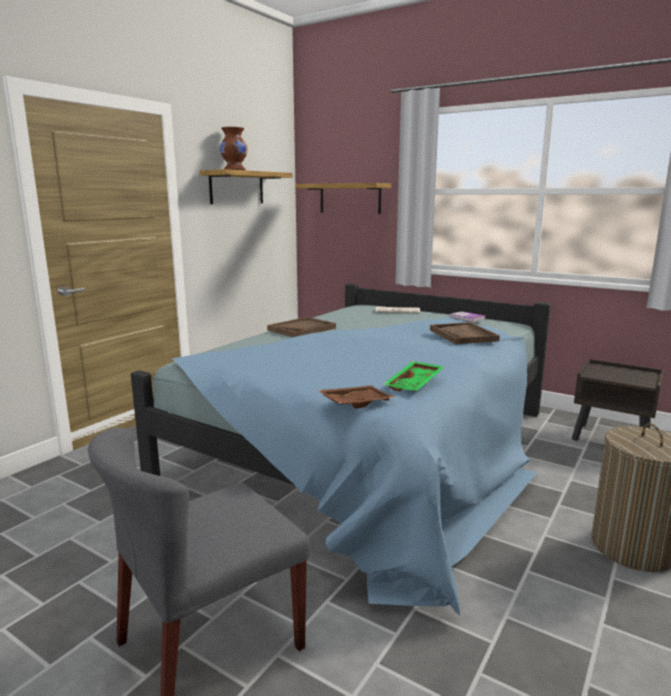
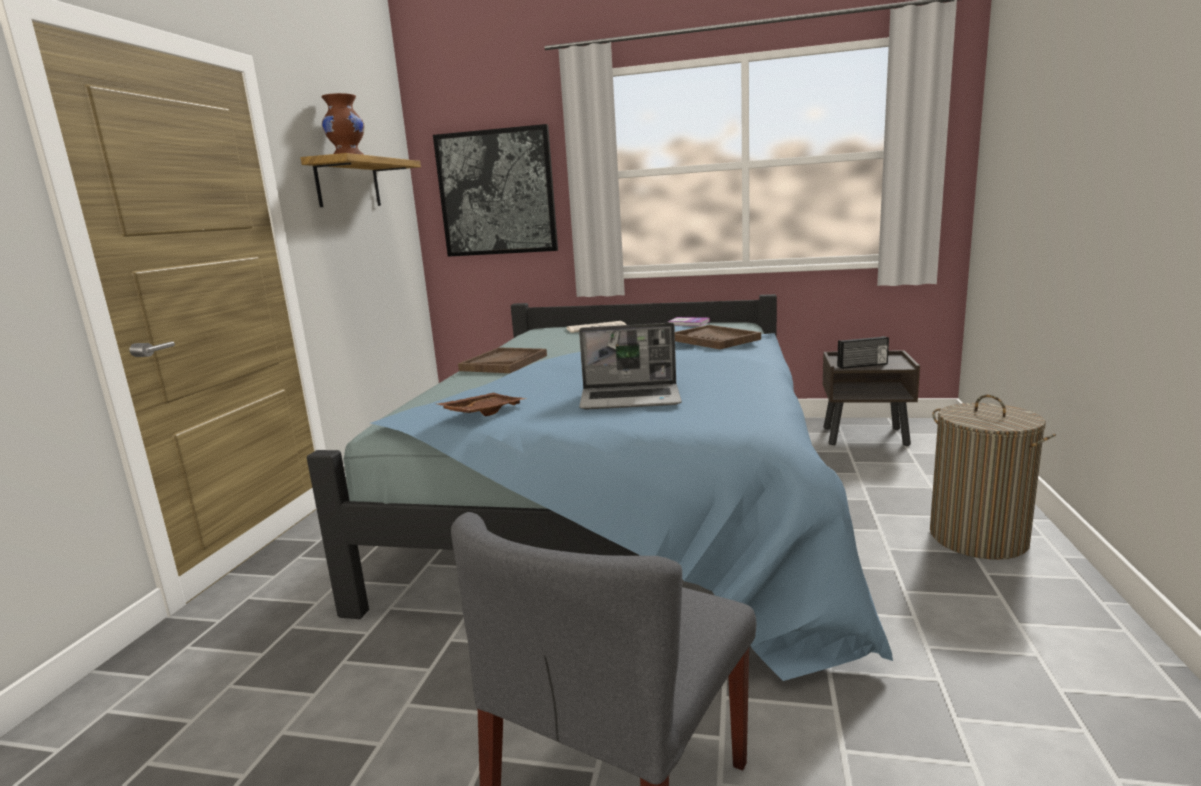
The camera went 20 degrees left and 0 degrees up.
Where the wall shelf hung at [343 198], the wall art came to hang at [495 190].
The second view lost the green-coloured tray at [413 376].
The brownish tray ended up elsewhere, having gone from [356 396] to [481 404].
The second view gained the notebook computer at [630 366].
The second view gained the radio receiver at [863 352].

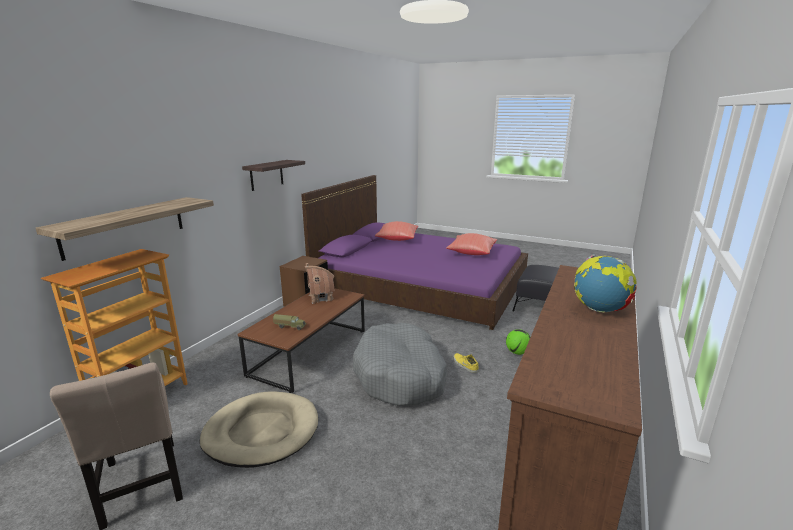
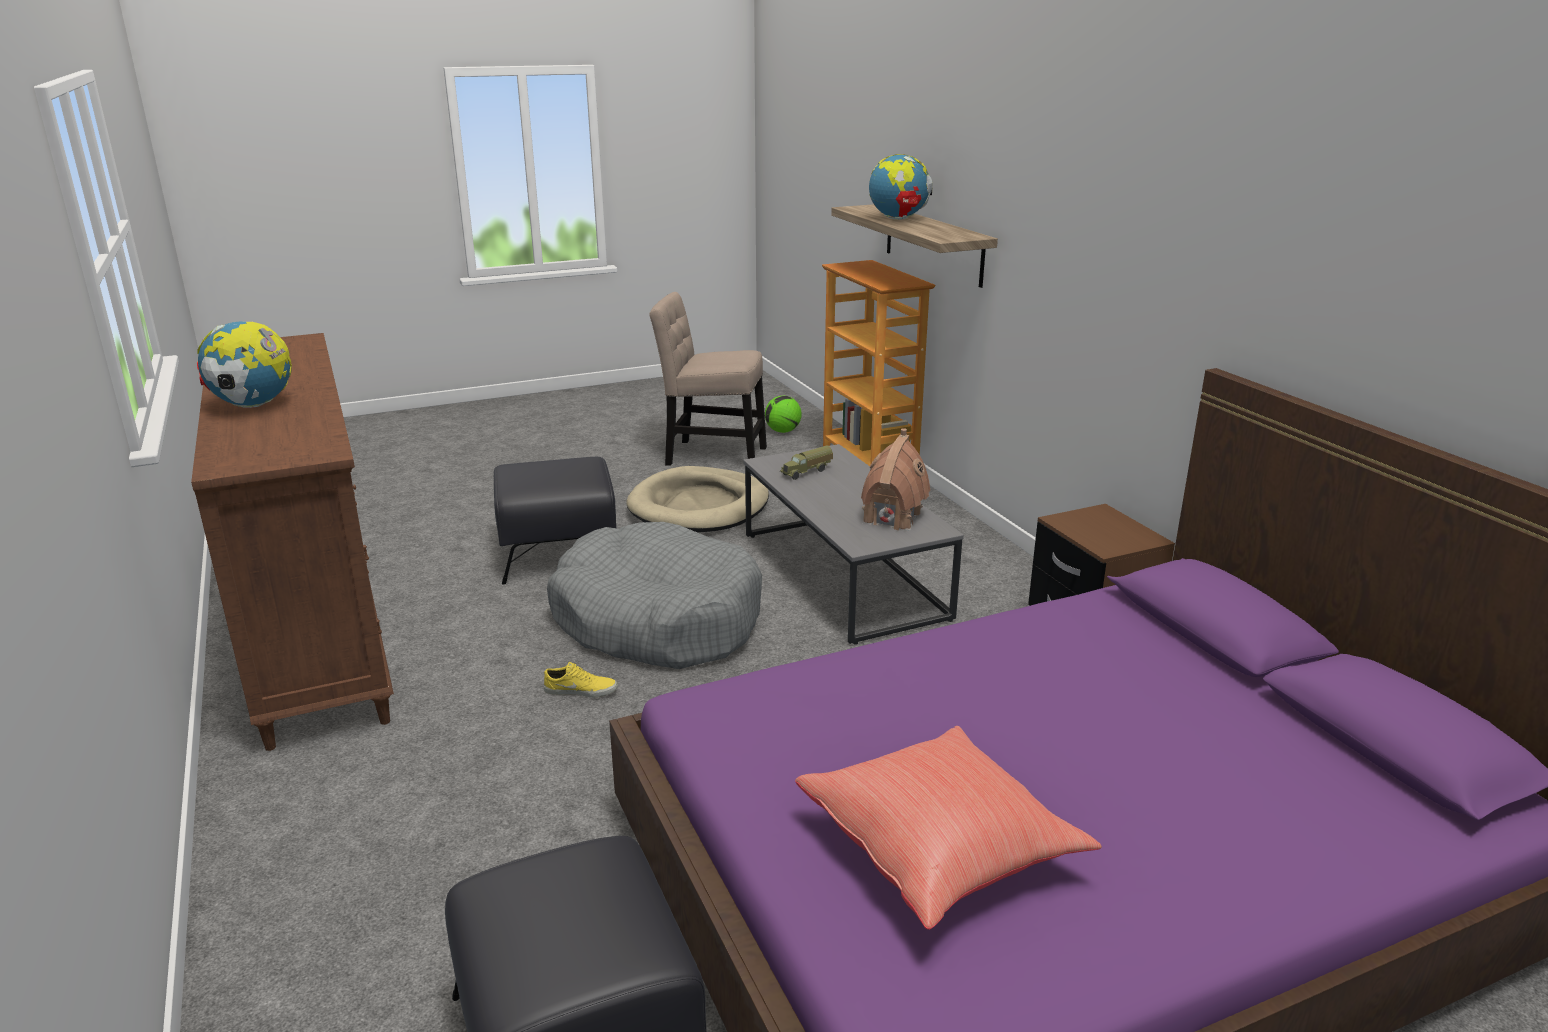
The camera went 130 degrees right and 5 degrees up.
The second view lost the wall shelf at [273 175].
The second view lost the reddish pillow at [396 231].
What was the brownish coffee table at [301 340] turned into the grey coffee table at [853 544].
The football ball ended up elsewhere, having gone from [518 342] to [783 414].
The second view gained the world globe at [901 187].
The second view gained the black ottoman at [555 521].

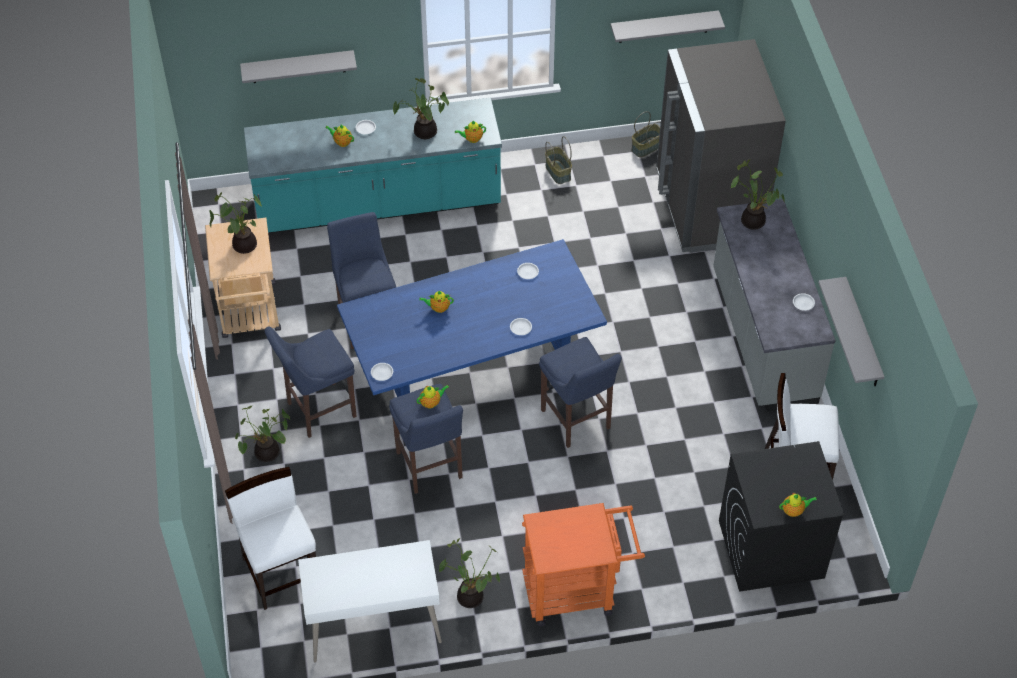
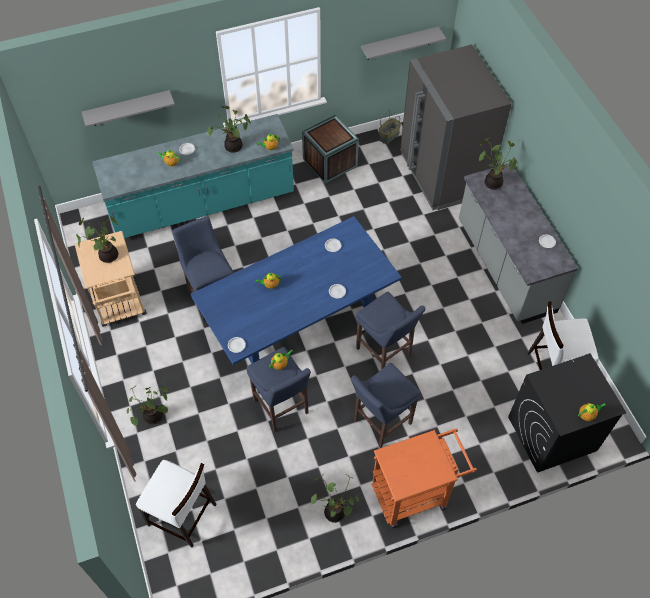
The camera went 10 degrees left and 5 degrees up.
Where the storage basket stood at [558 160], the crate came to stand at [330 149].
The second view lost the grey wall shelf at [851 331].
The bluish stool seat ended up elsewhere, having gone from [311 382] to [386 405].
The whitish chair at [270 538] ended up facing another way, 150 degrees clockwise from before.
The second view lost the whitish desk unit at [370 601].

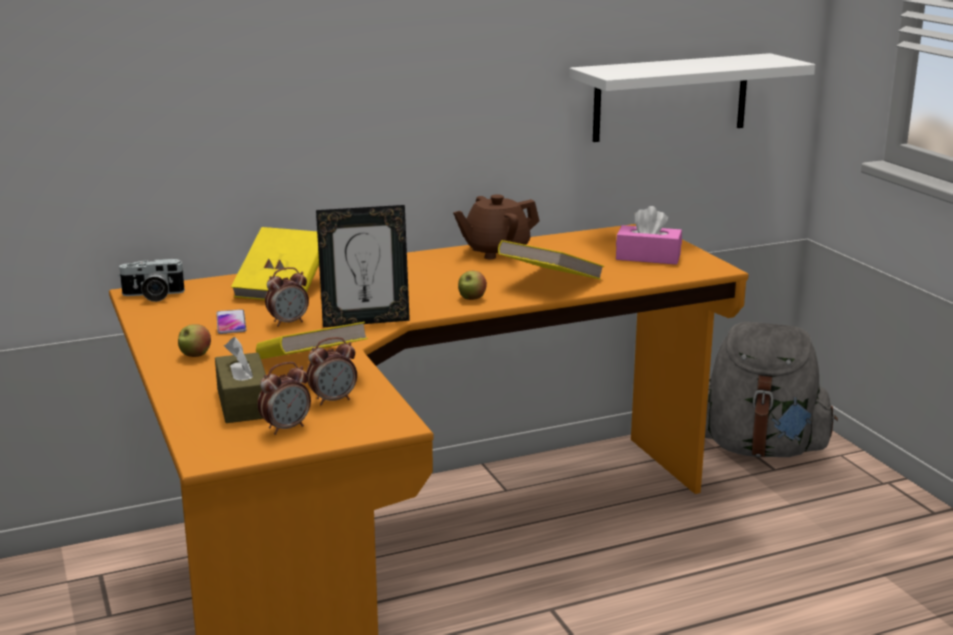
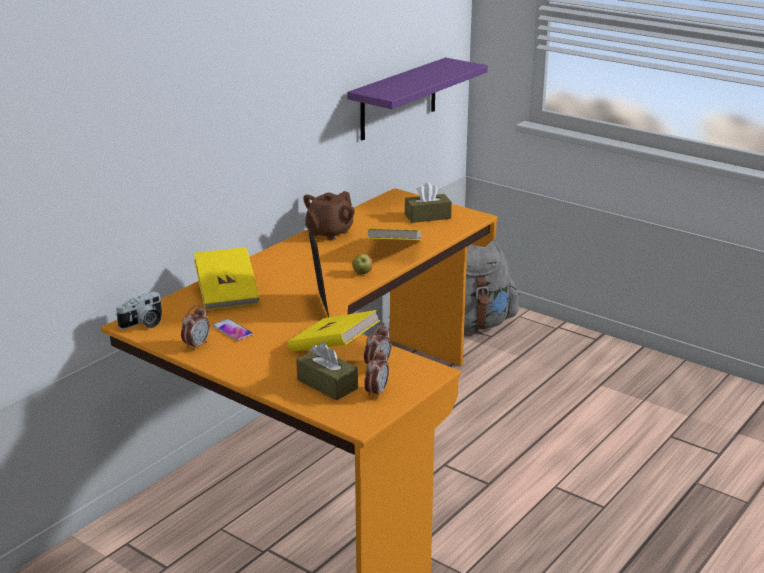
The camera went 30 degrees left and 5 degrees up.
What was the whitish wall shelf at [692 97] turned into the purple-coloured wall shelf at [417 99].
The picture frame at [363 266] ended up facing another way, 60 degrees counterclockwise from before.
What was the pink-coloured box of tissues at [649 235] turned into the brownish box of tissues at [428 202].
The bedside clock ended up elsewhere, having gone from [287 297] to [195 328].
The second view lost the whole apple at [194 340].

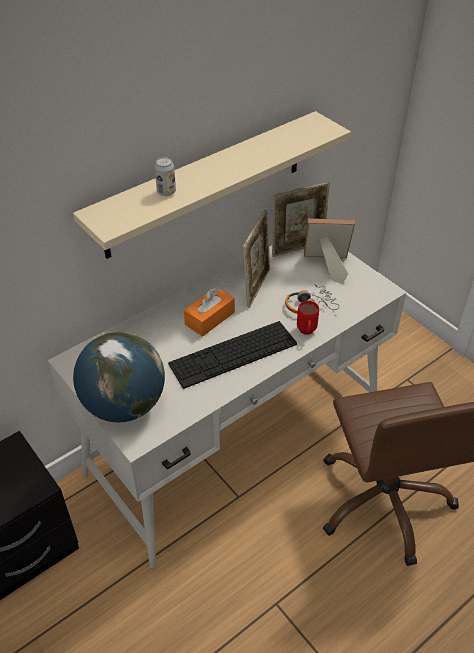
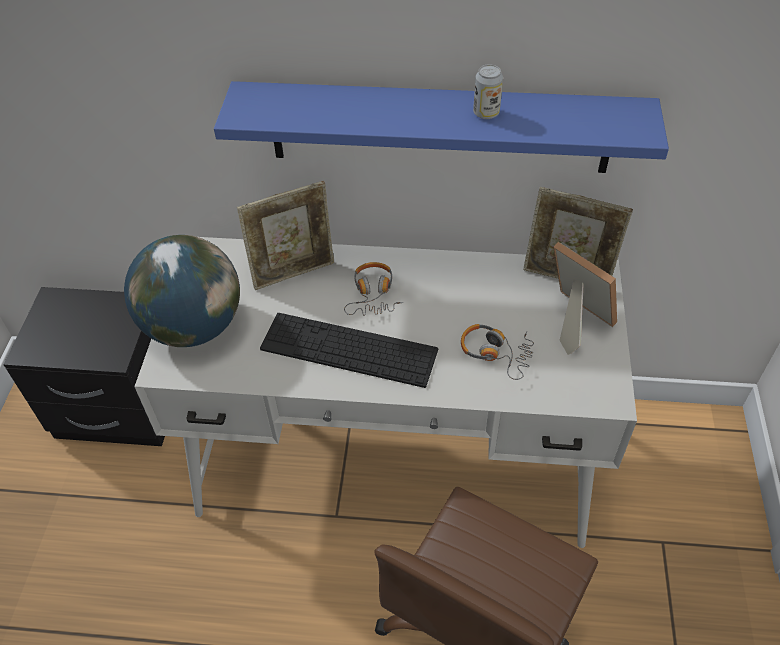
The camera went 45 degrees right and 5 degrees up.
What was the sand-coloured wall shelf at [212 185] turned into the bluish wall shelf at [441 127].
The sealed can ended up elsewhere, having gone from [165 176] to [488 91].
The picture frame ended up elsewhere, having gone from [256 259] to [285 235].
Where the orange box of tissues stood at [209 312], the pair of headphones came to stand at [374 289].
The second view lost the reddish tea mug at [308 318].

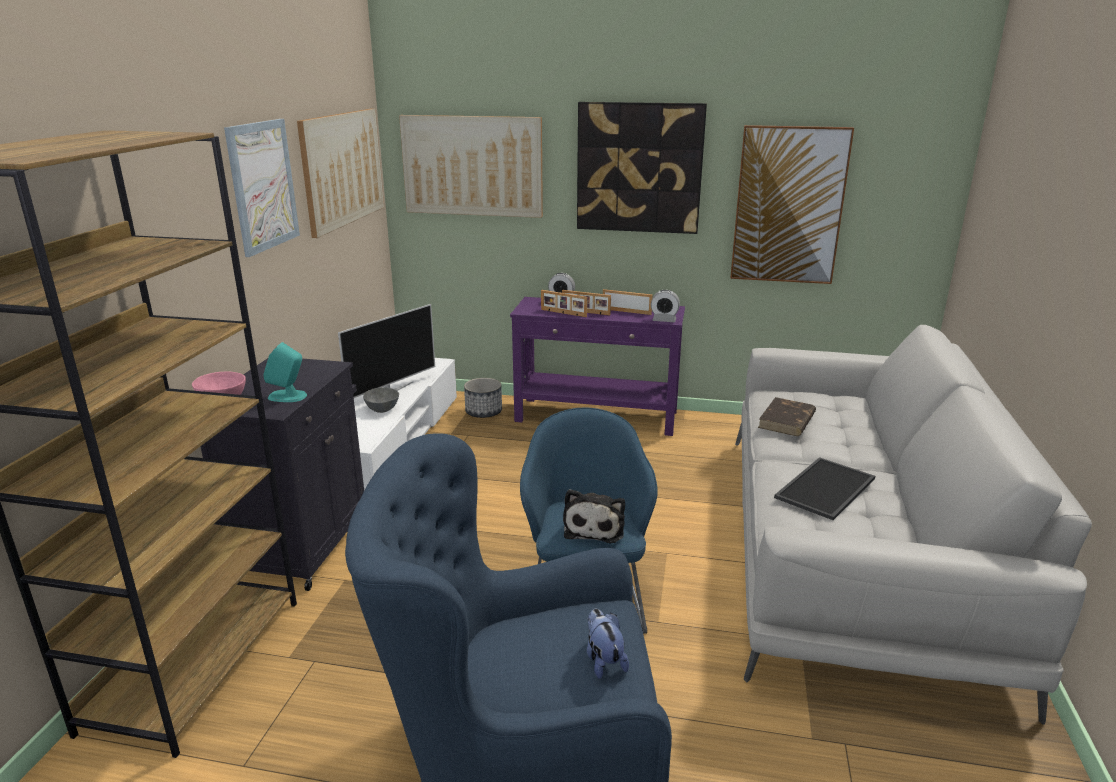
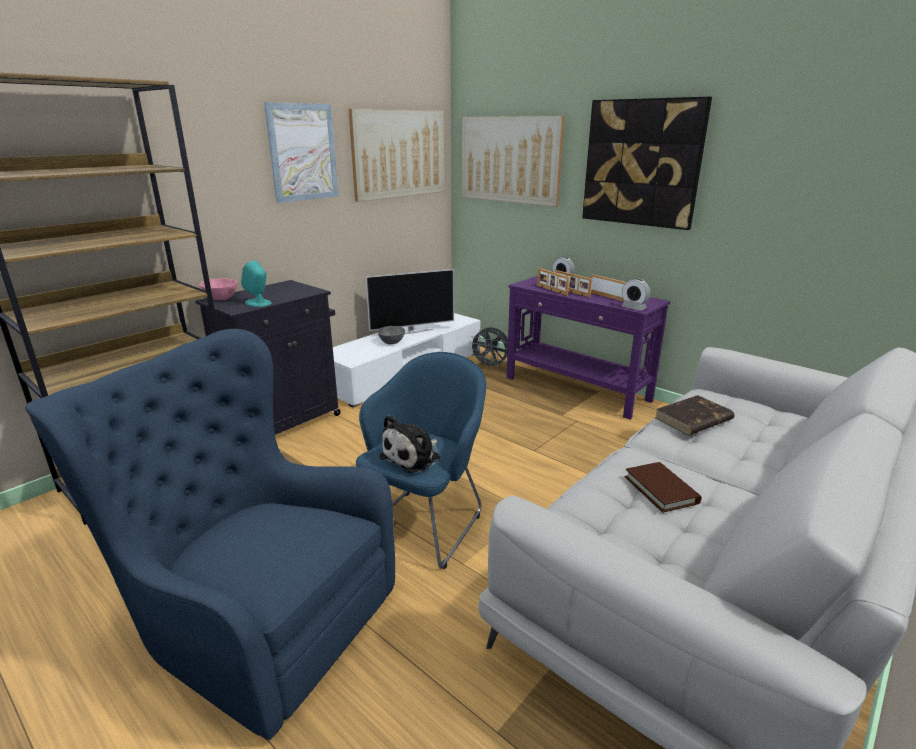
The camera went 30 degrees right and 0 degrees up.
The second view lost the wall art at [792 204].
Where the plant pot stood at [483 398], the grey fan came to stand at [488 348].
Where the tray stood at [824 488], the brownish volume came to stand at [663 487].
The second view lost the cuddly toy at [608 644].

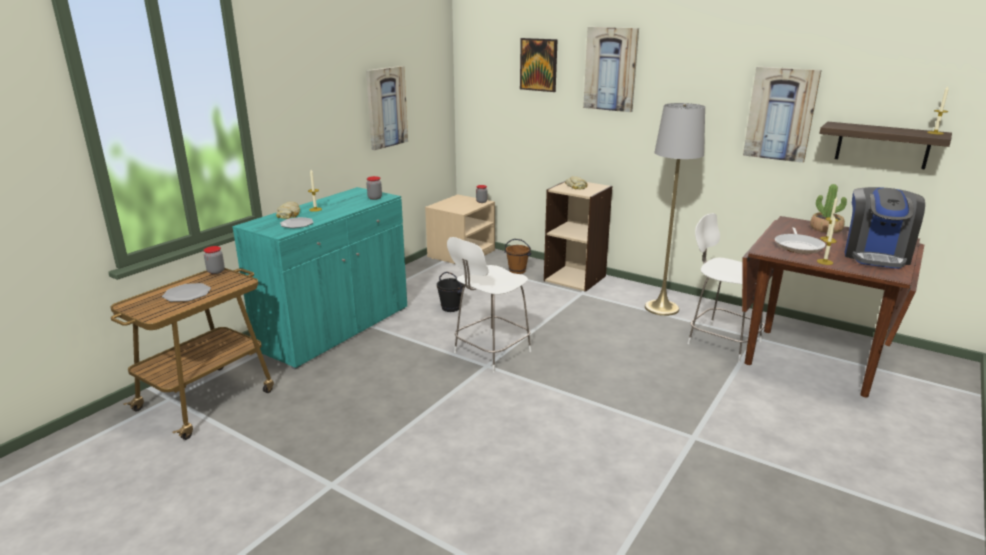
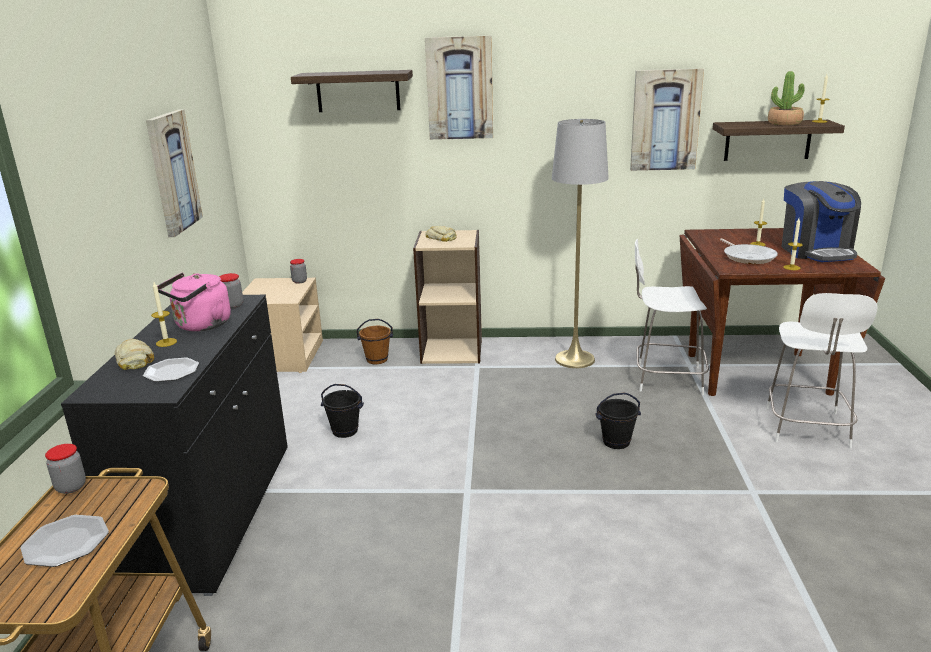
The camera went 30 degrees left and 0 degrees up.
Where the wall art hung at [539 65], the wall shelf came to hang at [352 91].
The potted plant ended up elsewhere, having gone from [828 208] to [786 98].
What was the turquoise storage cabinet at [319 278] turned into the black storage cabinet at [174 445].
The whitish chair ended up elsewhere, having gone from [489 304] to [822 370].
The second view gained the pink-coloured tea kettle at [194 301].
The second view gained the black bucket at [618 420].

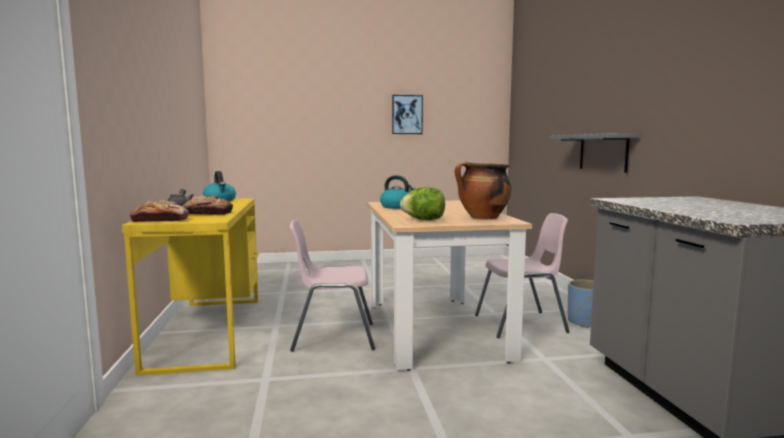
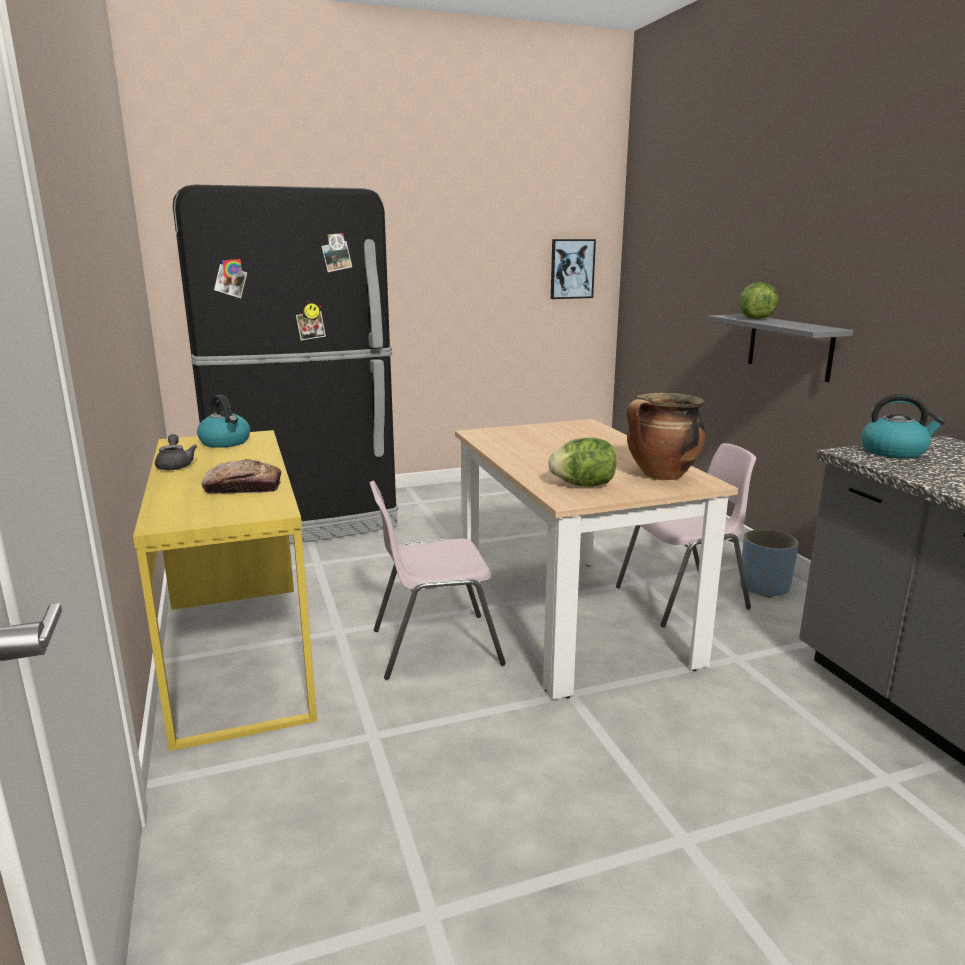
The camera went 10 degrees left and 10 degrees up.
The wall art ended up elsewhere, having gone from [407 114] to [573 269].
The tea kettle ended up elsewhere, having gone from [398 192] to [903 426].
The second view lost the baked bread at [159 211].
The second view gained the black kitchen fridge at [285 364].
The second view gained the lettuce head at [759 300].

